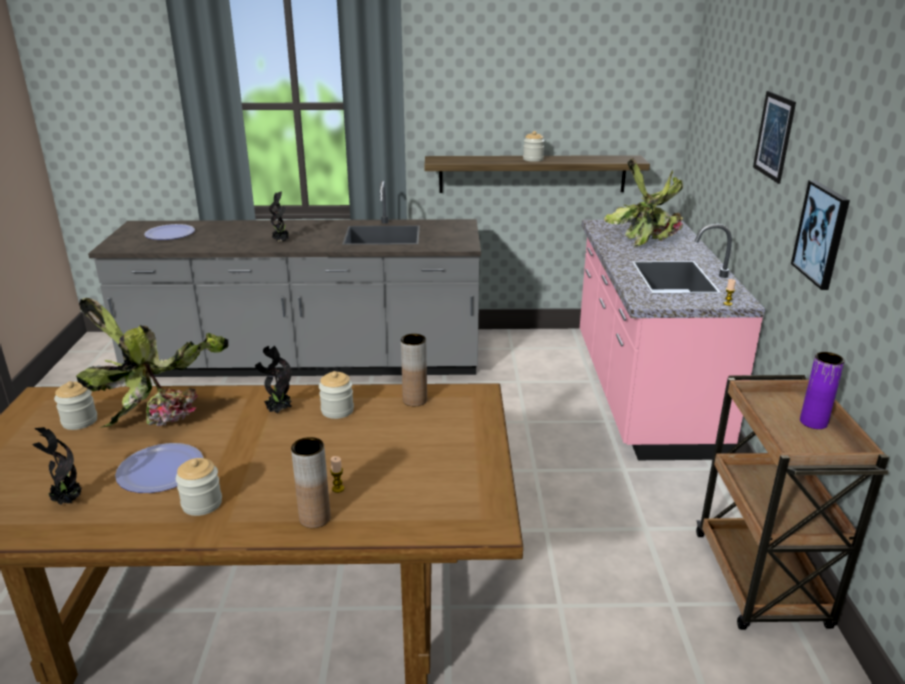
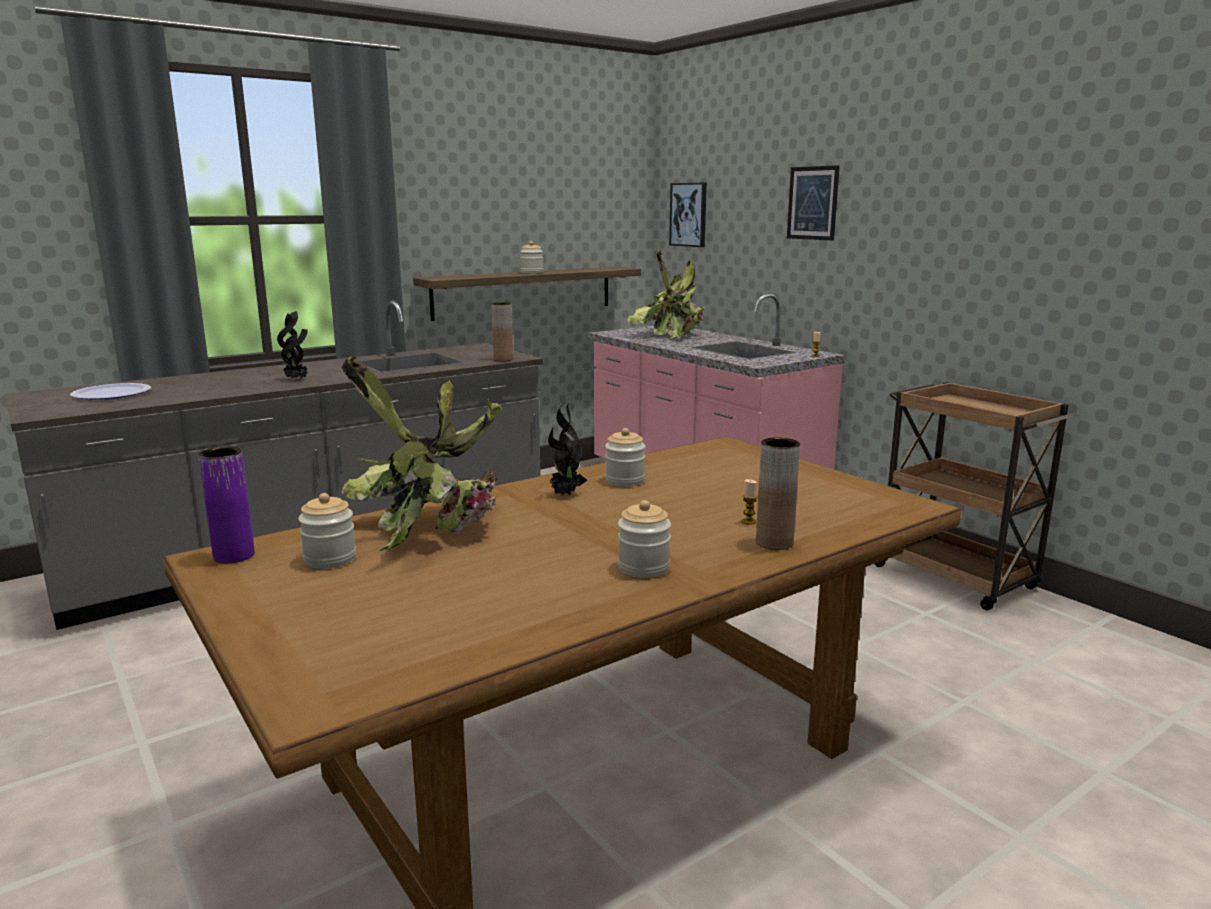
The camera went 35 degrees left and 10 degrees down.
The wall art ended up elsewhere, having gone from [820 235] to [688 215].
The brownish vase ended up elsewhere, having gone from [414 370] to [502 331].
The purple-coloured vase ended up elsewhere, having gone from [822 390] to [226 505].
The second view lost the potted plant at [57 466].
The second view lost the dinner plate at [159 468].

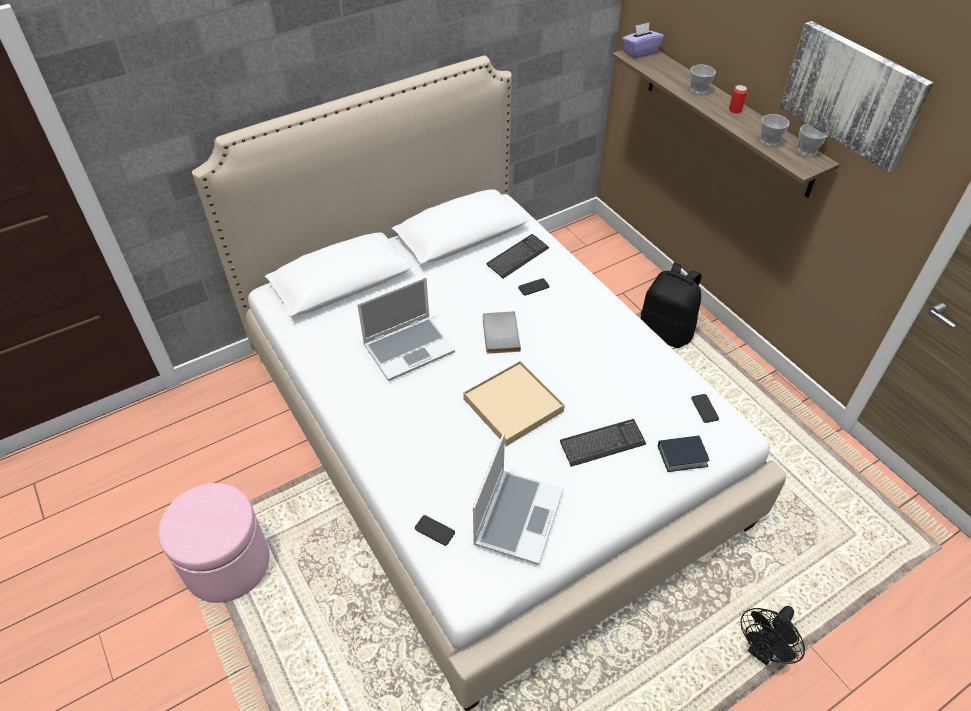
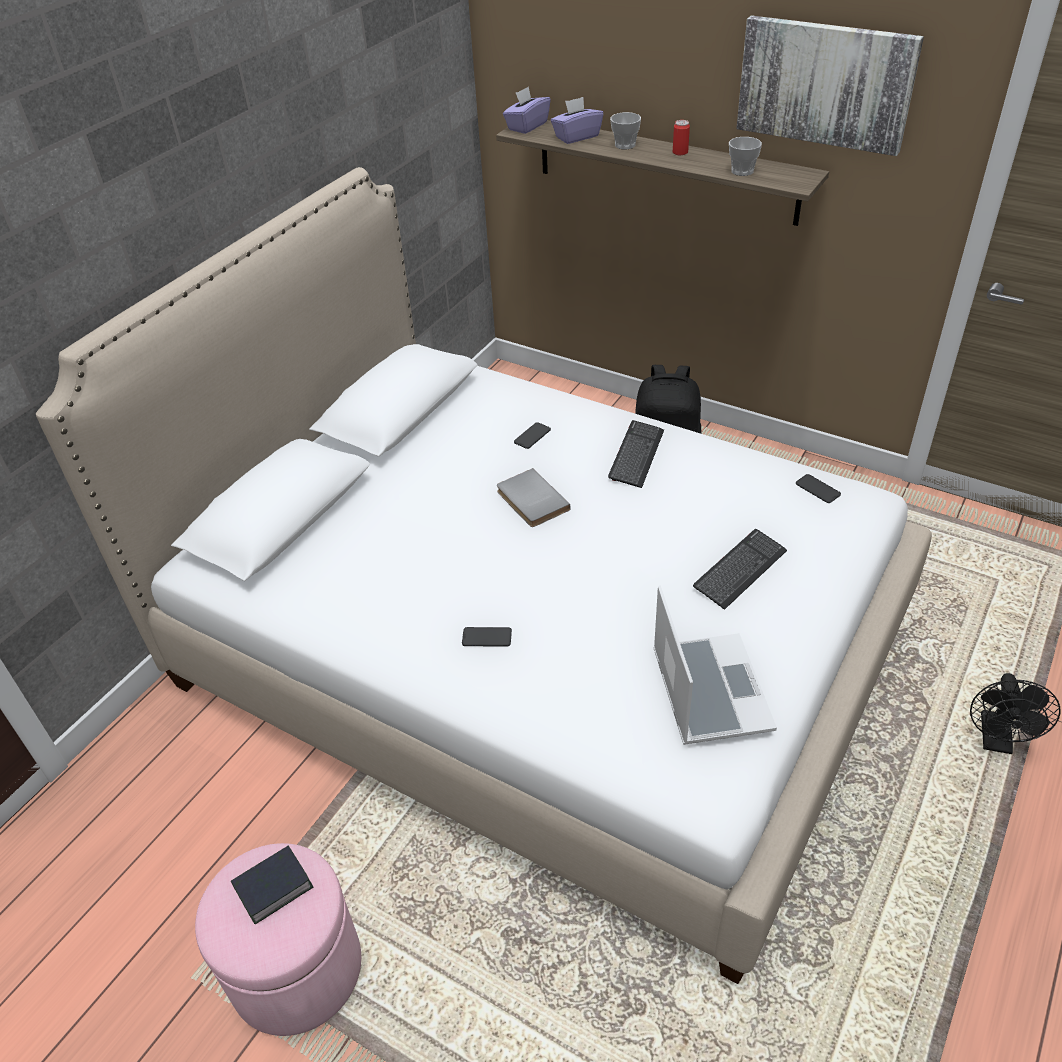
The camera went 25 degrees left and 5 degrees down.
The second view lost the small cup at [812 140].
The computer keyboard ended up elsewhere, having gone from [517 256] to [636 454].
The second view lost the notebook computer at [406 329].
The second view lost the sand-coloured tray at [514 403].
The volume ended up elsewhere, having gone from [684 454] to [272 884].
The phone ended up elsewhere, having gone from [435 530] to [487 637].
The second view gained the purple-coloured box of tissues at [577 120].

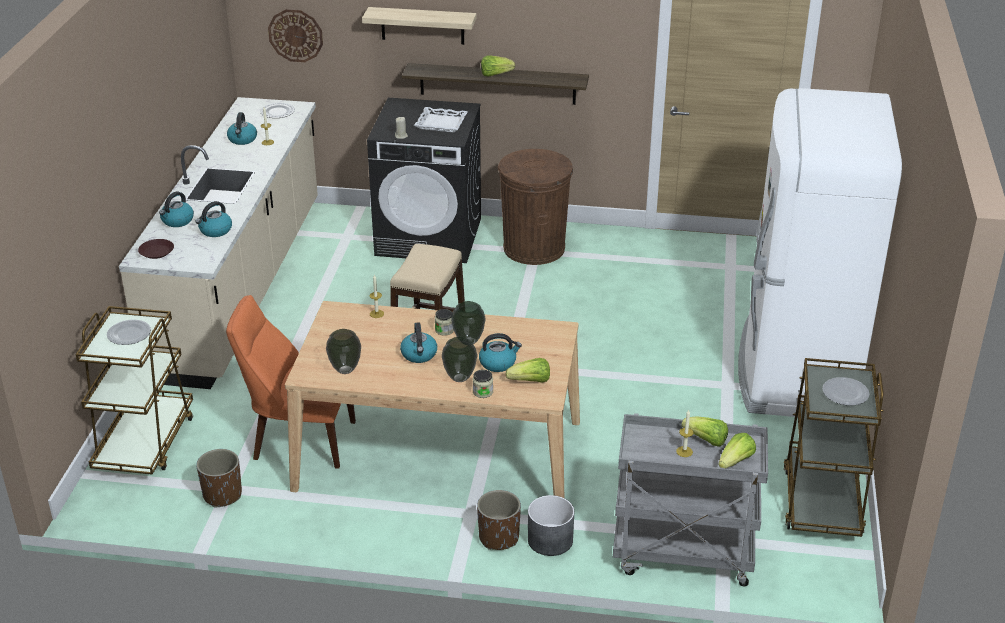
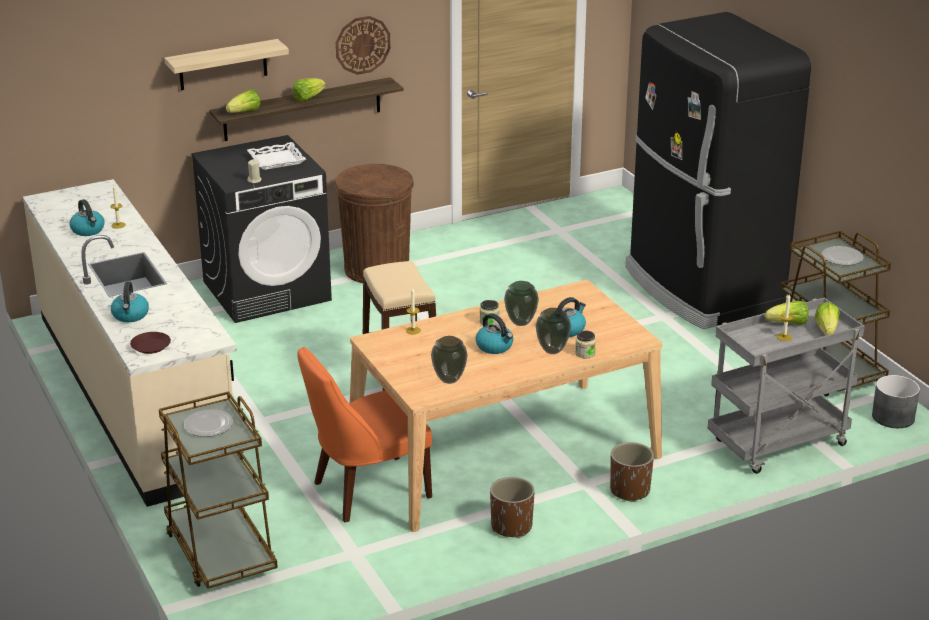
The camera went 35 degrees left and 5 degrees down.
The hanging clock ended up elsewhere, having gone from [295 35] to [363 45].
What was the whitish kitchen fridge at [820 252] turned into the black kitchen fridge at [718 170].
The second view lost the dinner plate at [277 110].
The second view lost the tea kettle at [213 219].
The lettuce head ended up elsewhere, having gone from [528 370] to [243 101].
The brownish plant pot ended up elsewhere, having gone from [219 478] to [512 507].
The grey plant pot ended up elsewhere, having gone from [551 525] to [896 401].

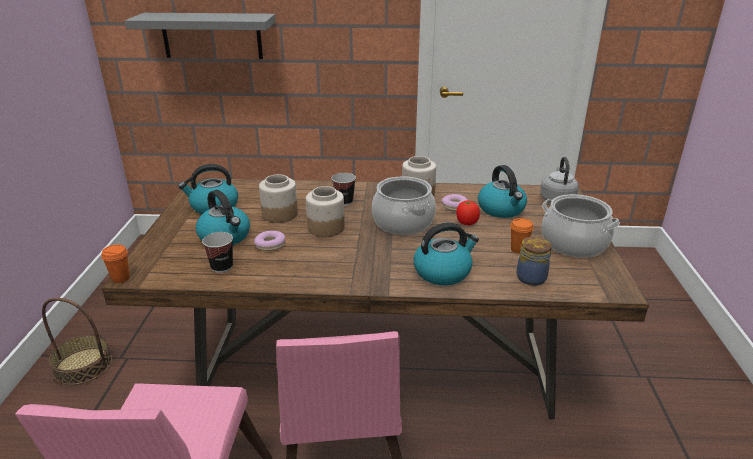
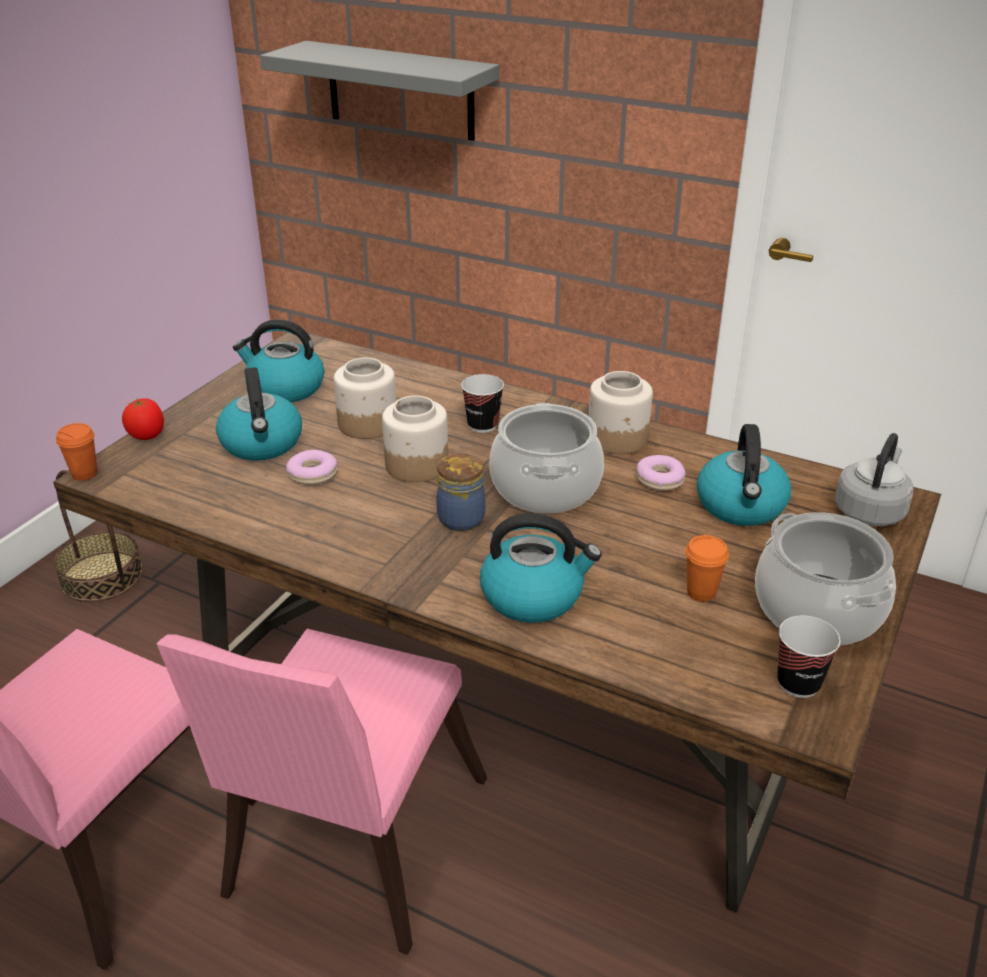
The camera went 25 degrees right and 5 degrees up.
The tomato ended up elsewhere, having gone from [468 213] to [143 419].
The small cup ended up elsewhere, having gone from [217 252] to [809 657].
The jar ended up elsewhere, having gone from [534 261] to [461 492].

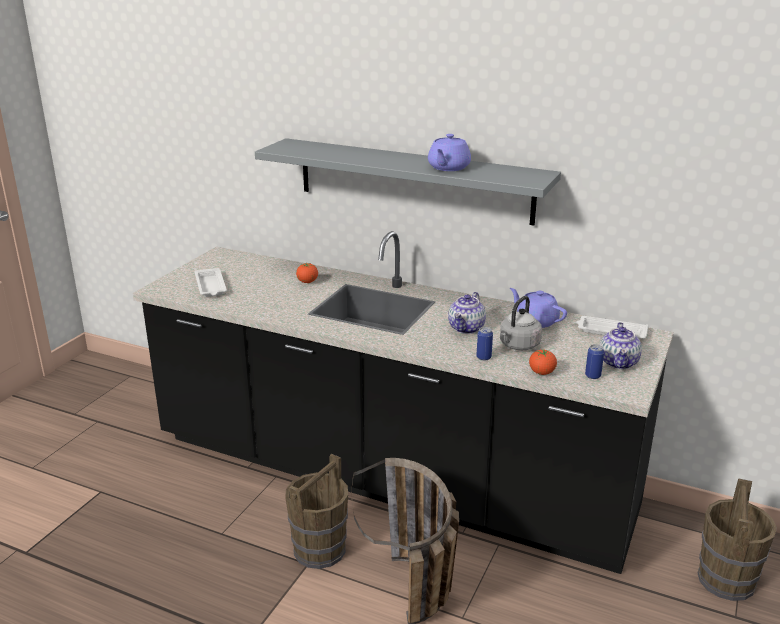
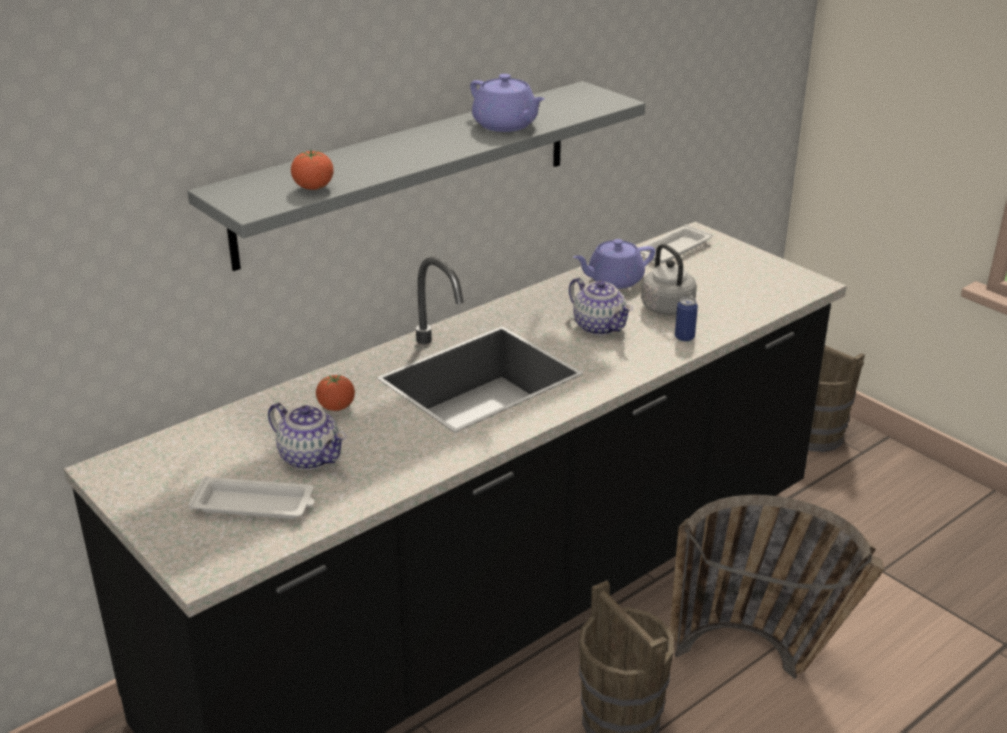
The camera went 65 degrees left and 5 degrees up.
The pot for tea ended up elsewhere, having gone from [621 345] to [307 436].
The second view lost the sealed can at [594 361].
The tomato ended up elsewhere, having gone from [543 362] to [312 169].

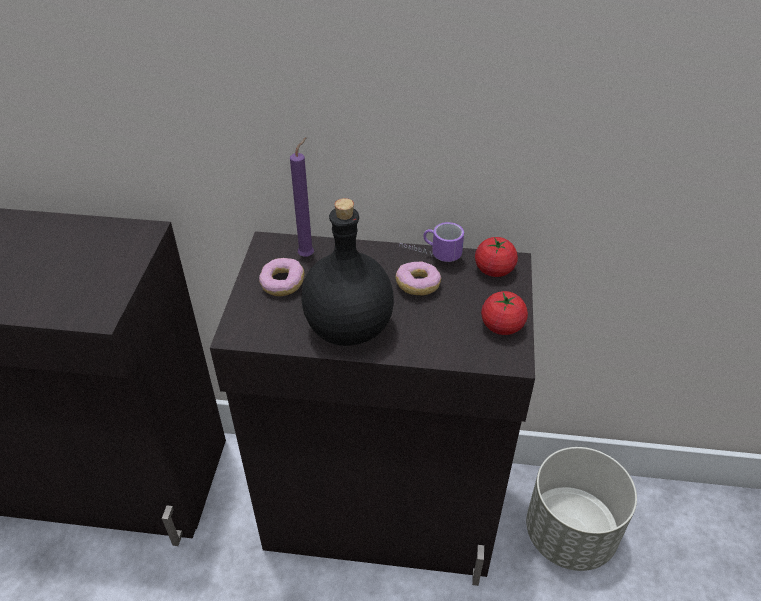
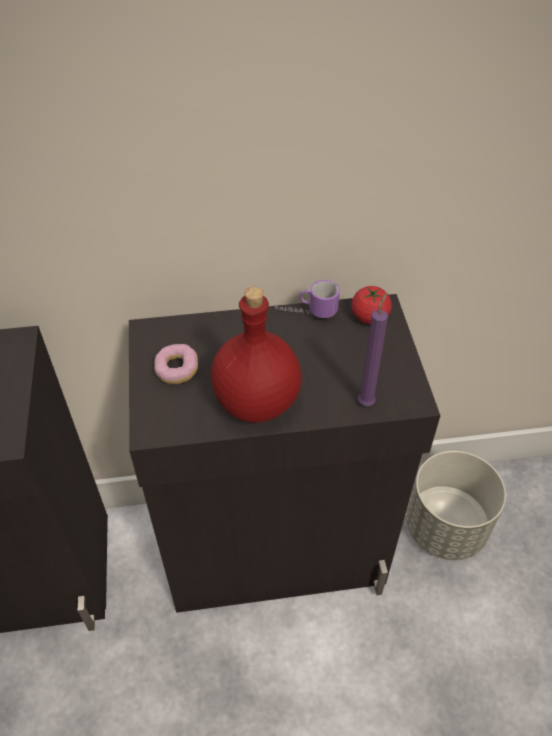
The camera went 15 degrees left and 5 degrees up.
The purple-coloured wax light ended up elsewhere, having gone from [302 197] to [373 349].
What was the black drink bottle at [347 272] turned into the reddish drink bottle at [256 355].
The second view lost the ring doughnut at [418 279].
The second view lost the tomato at [504 313].

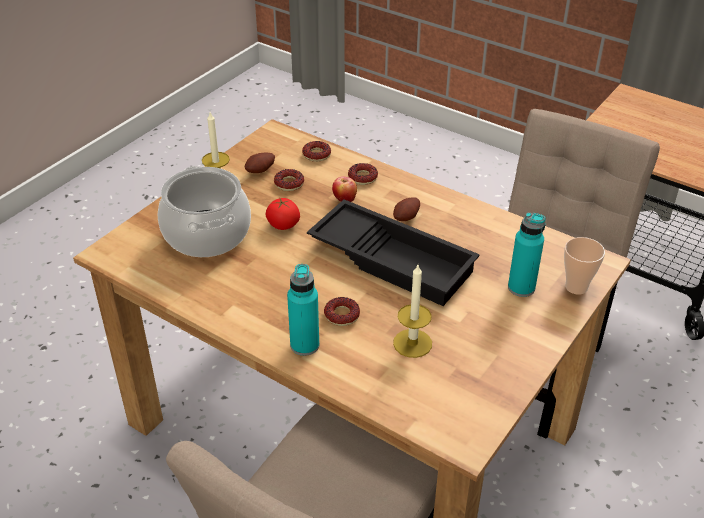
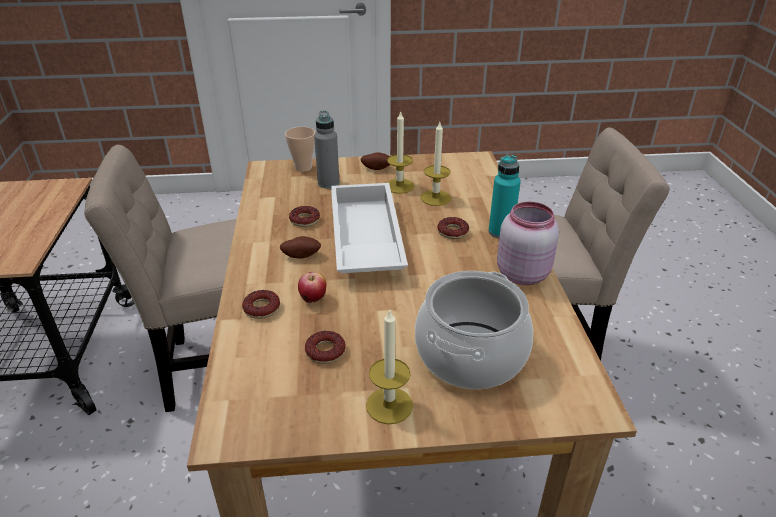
The camera went 130 degrees left and 5 degrees down.
The ring doughnut ended up elsewhere, having gone from [316 151] to [304 216].
The whole potato ended up elsewhere, having gone from [260 163] to [375 161].
The second view lost the tomato at [283 214].
What was the black tray at [393 252] turned into the whitish tray at [369 228].
What was the turquoise drink bottle at [527 254] turned into the grey drink bottle at [327 149].
The second view gained the wax light at [400 152].
The second view gained the pink-coloured jar at [528 243].

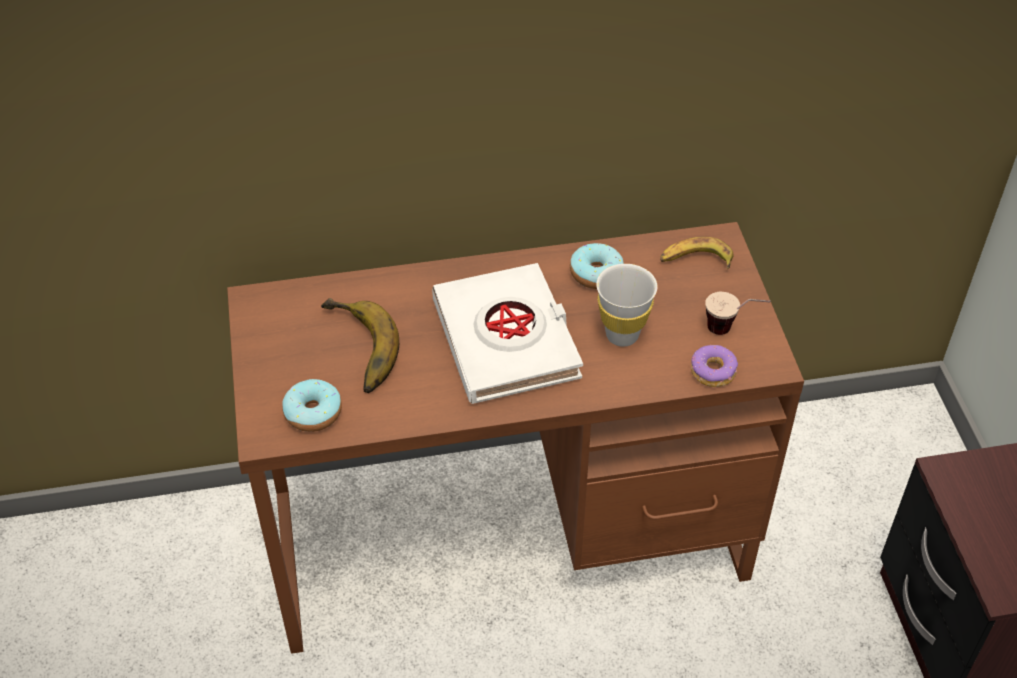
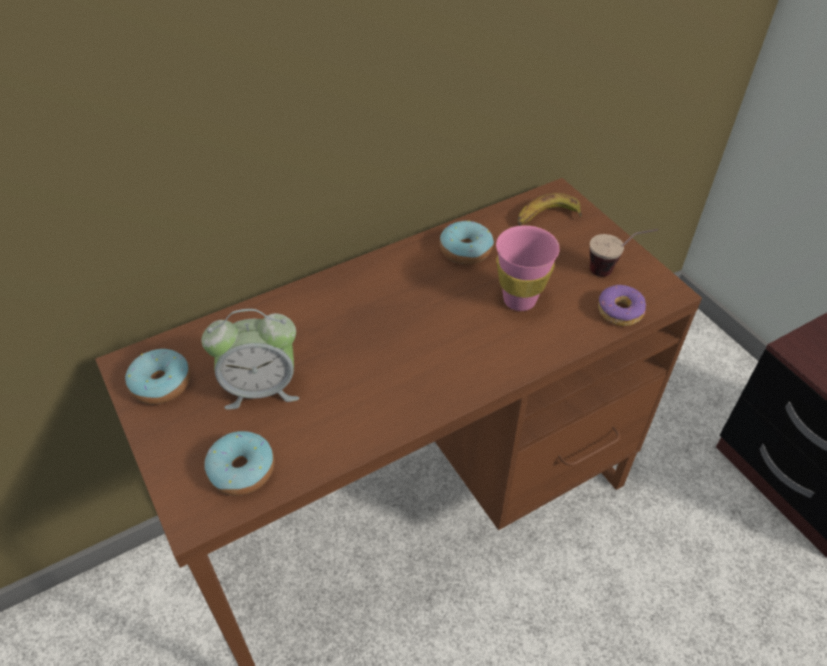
The camera went 20 degrees left and 0 degrees up.
The second view lost the whitish volume at [507 333].
What was the whitish small cup at [626 305] turned into the pink-coloured small cup at [528 268].
Where the whole banana stood at [360 345], the bedside clock came to stand at [250 359].
The second view gained the ring doughnut at [158 376].

